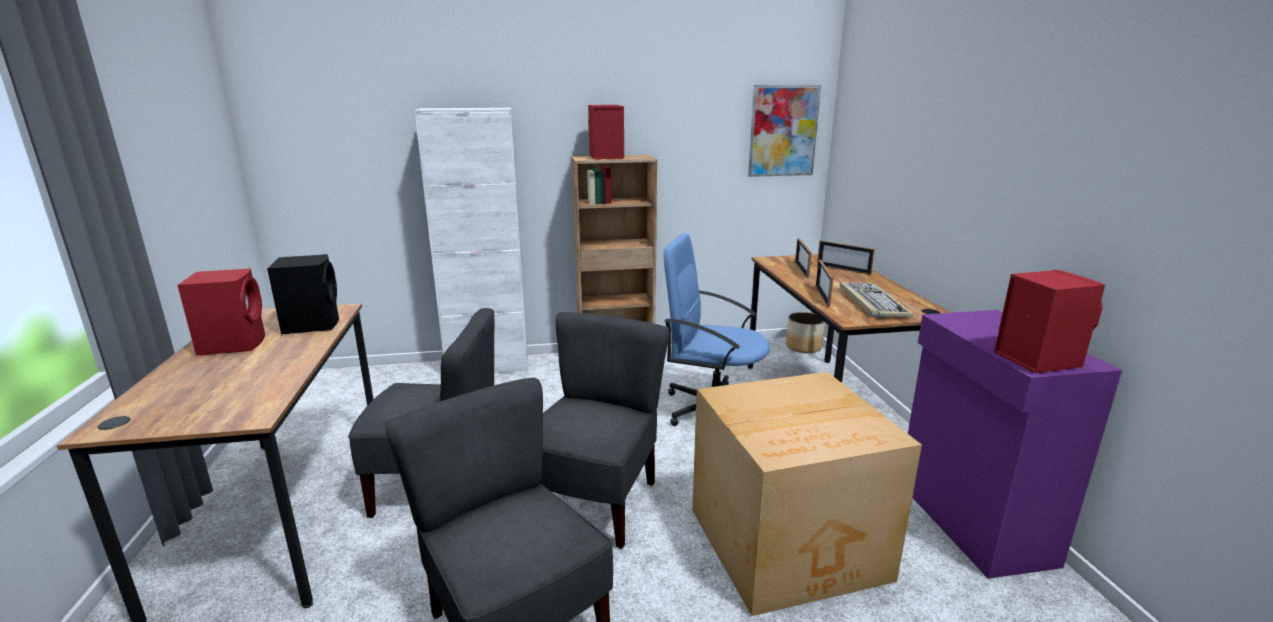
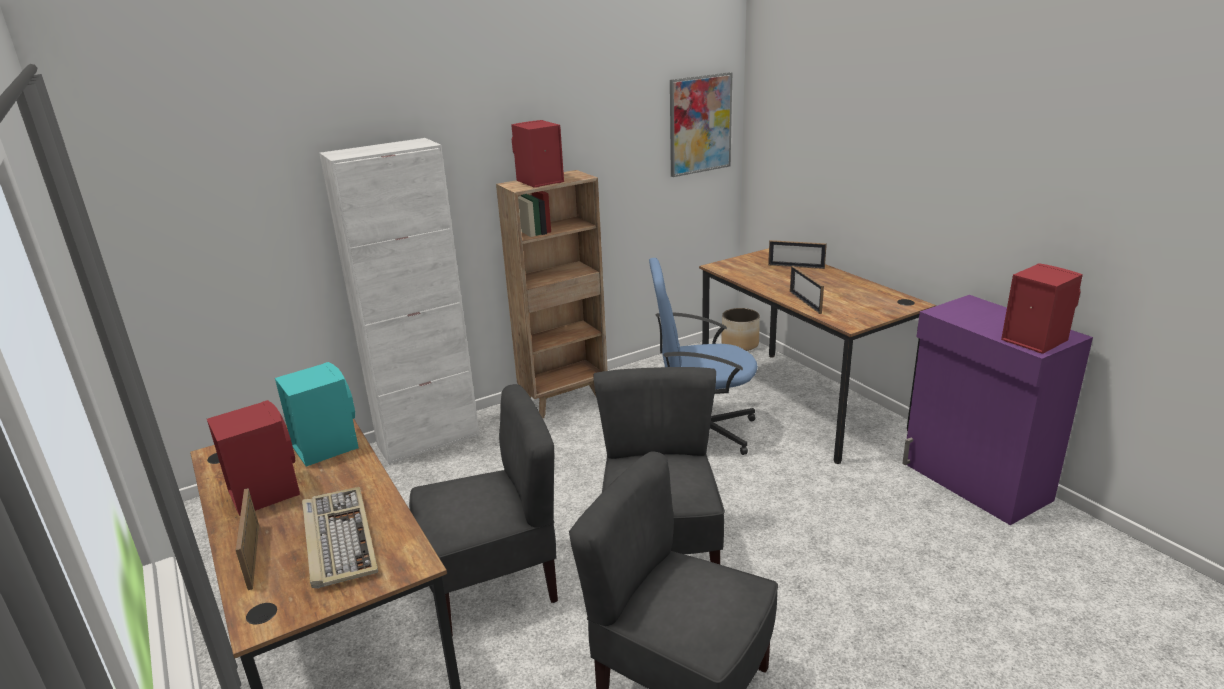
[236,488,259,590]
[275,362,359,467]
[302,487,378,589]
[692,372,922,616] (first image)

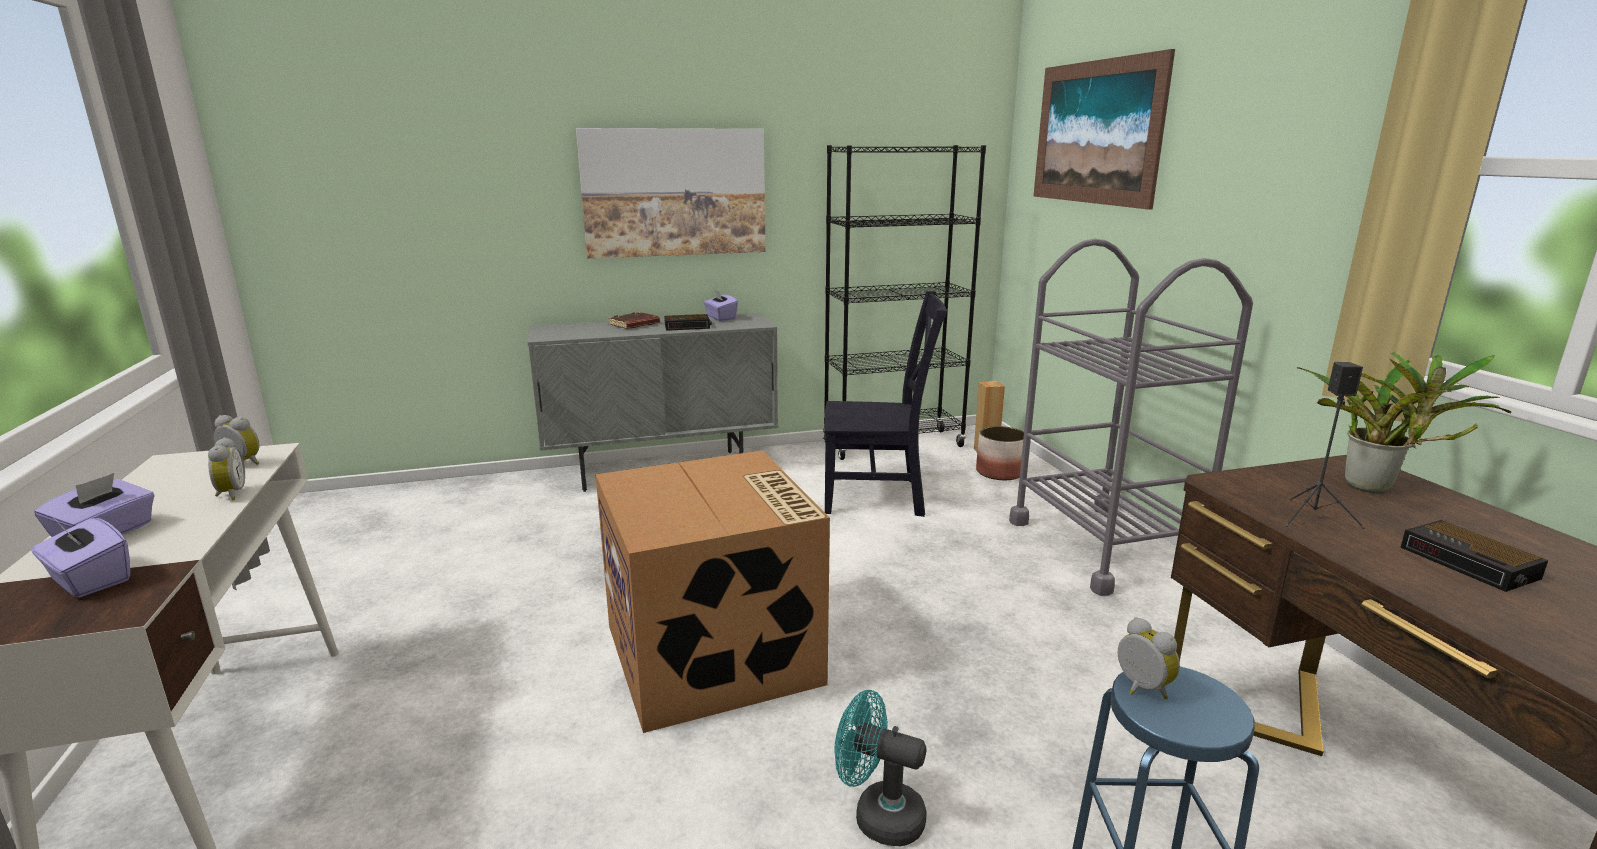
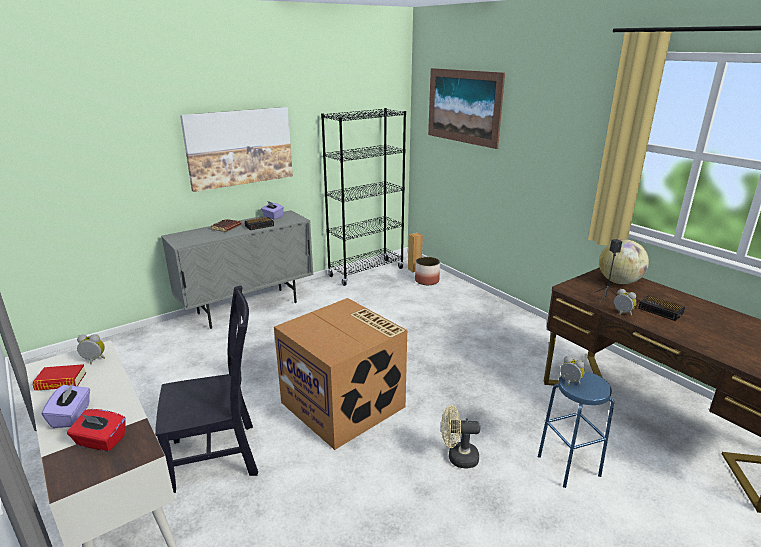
[1009,238,1253,596] (first image)
[155,286,258,493]
[599,239,649,284]
[614,289,636,316]
[67,409,126,451]
[441,405,480,468]
[32,364,86,391]

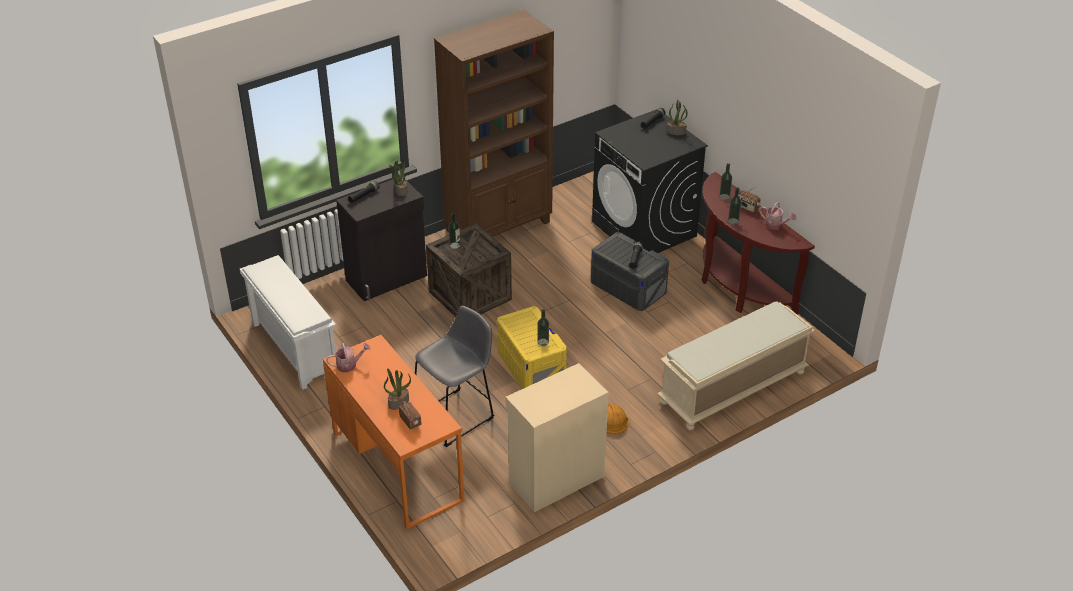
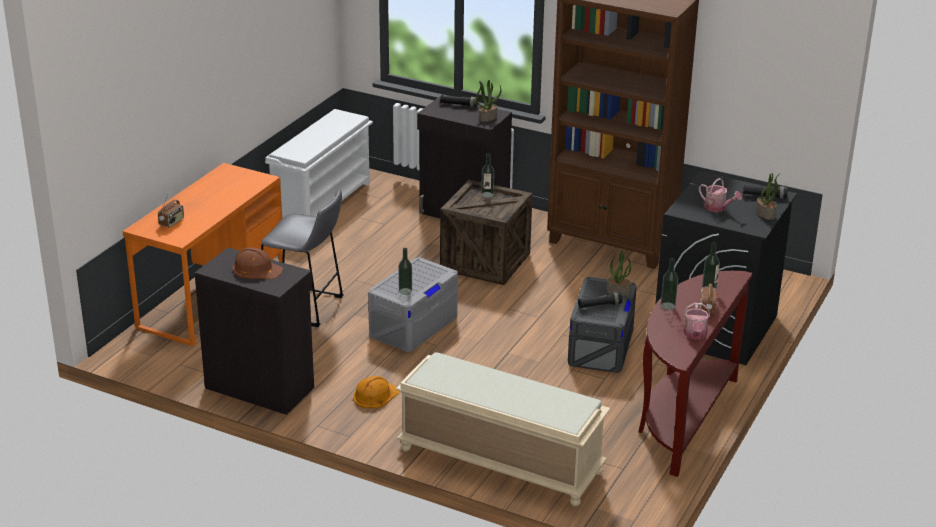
[368,257,458,352]
[699,178,742,212]
[195,248,314,415]
[606,250,631,296]
[233,247,283,279]

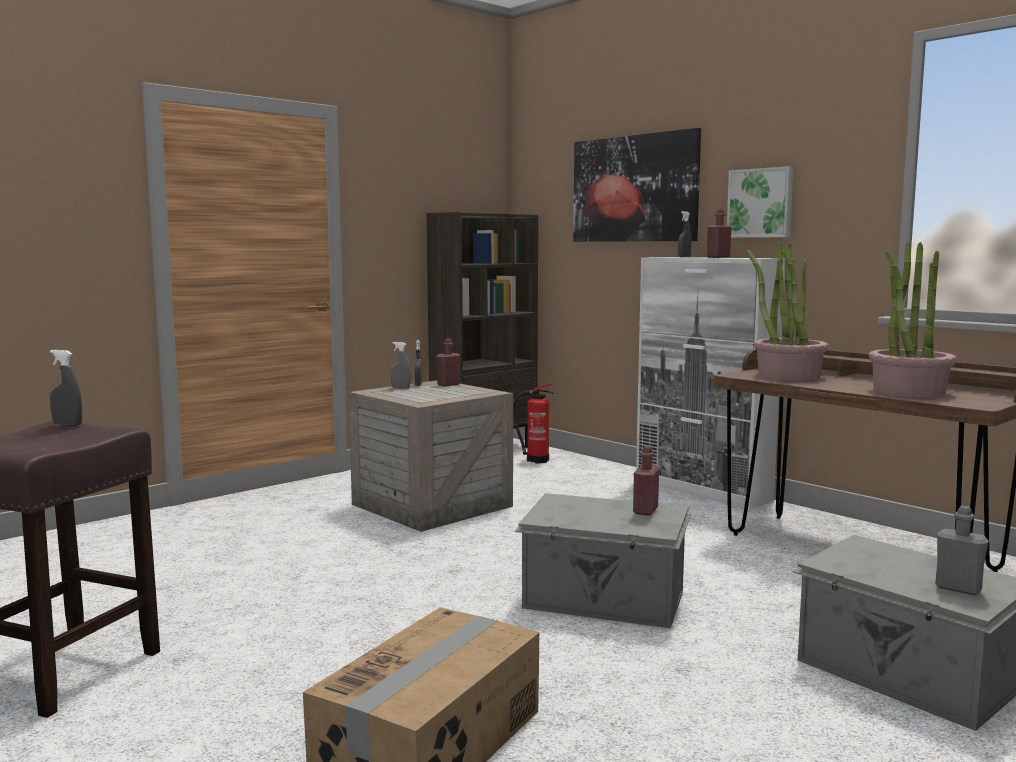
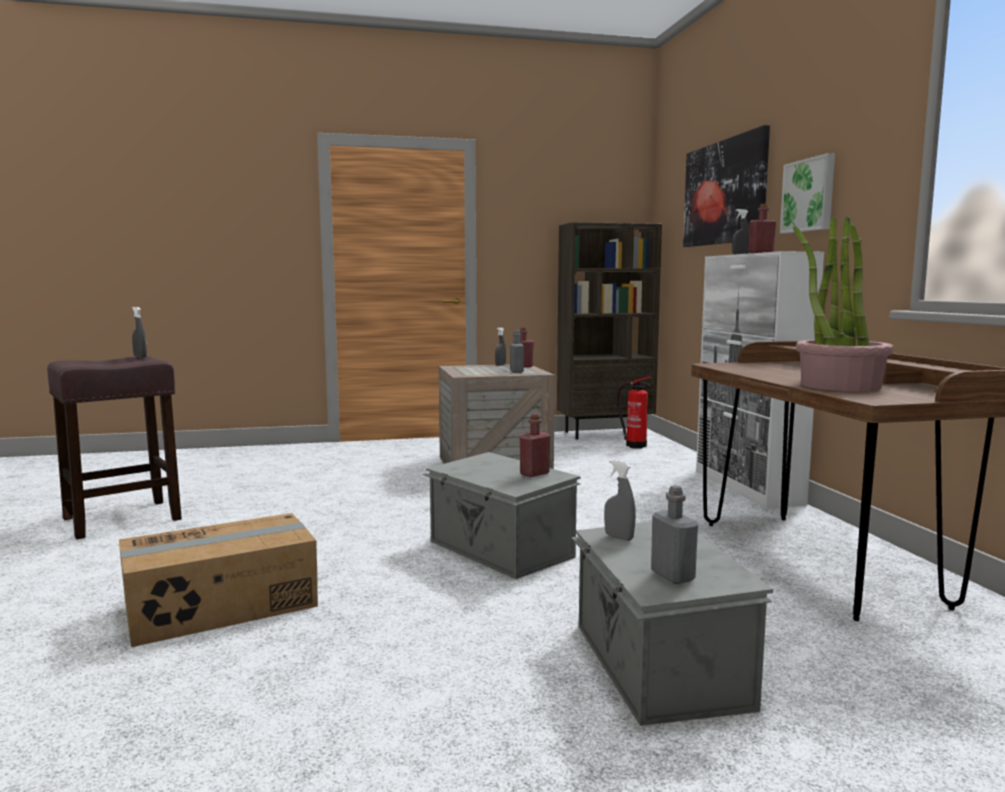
[746,242,828,381] (first image)
[604,460,636,541]
[510,330,524,373]

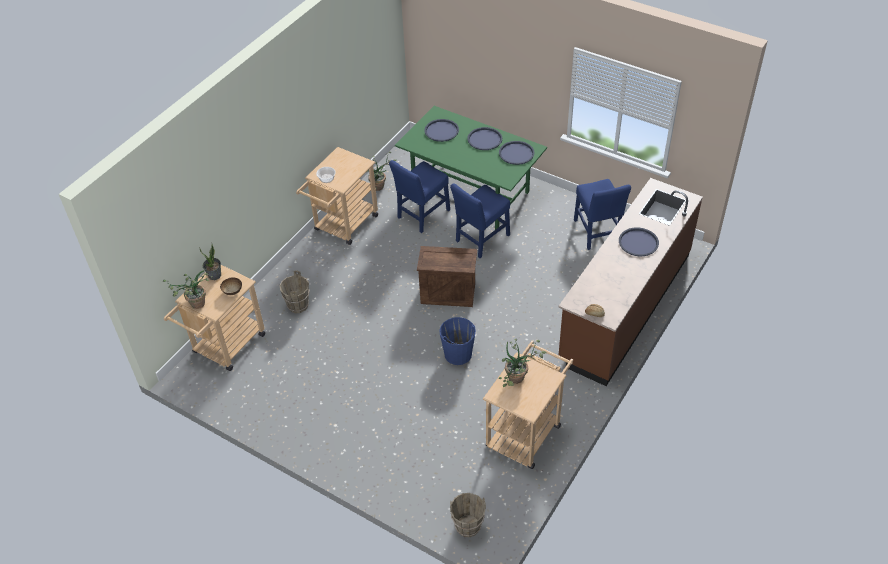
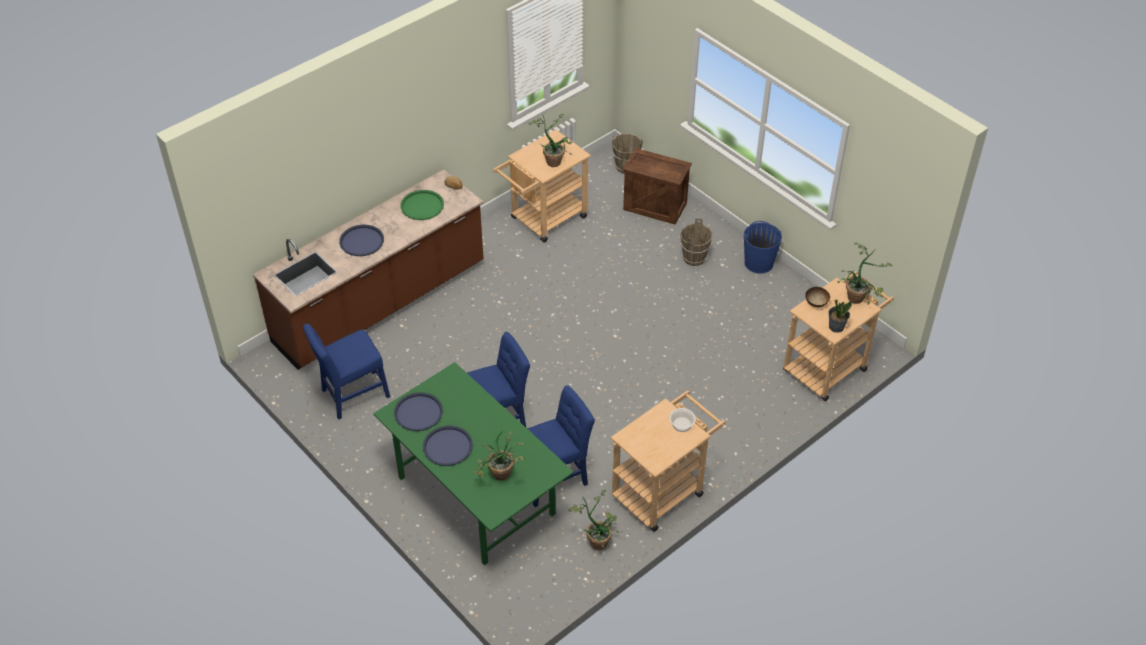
[473,430,525,481]
[303,324,390,420]
[622,148,692,225]
[680,218,712,266]
[744,221,782,274]
[400,190,444,220]

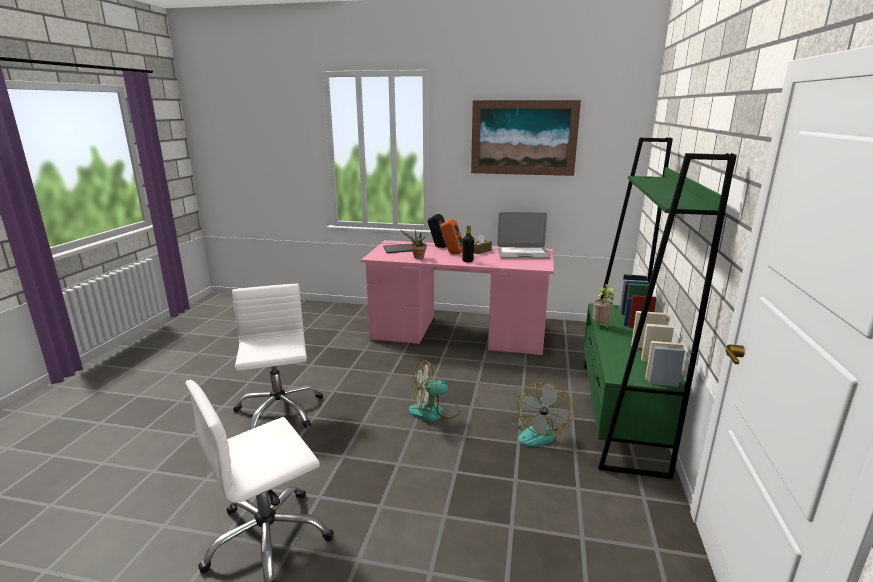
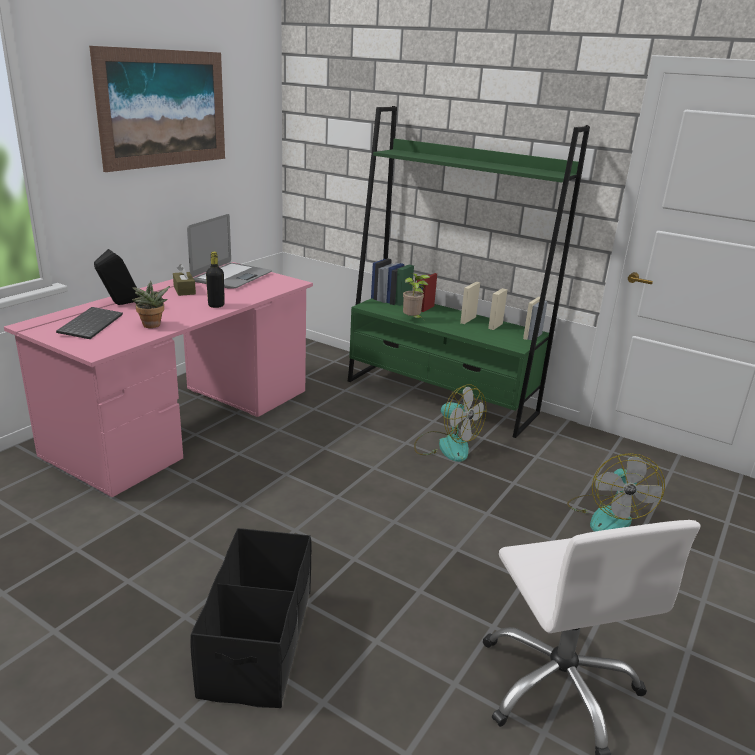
[440,219,462,254] (first image)
[190,528,312,708]
[567,453,665,532]

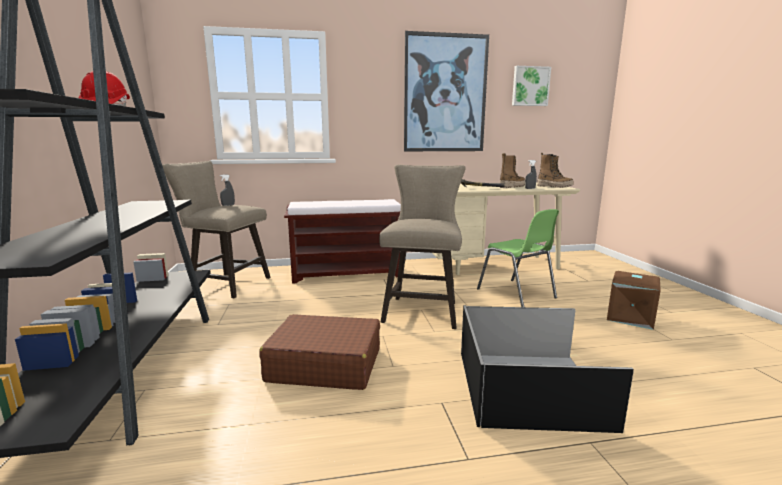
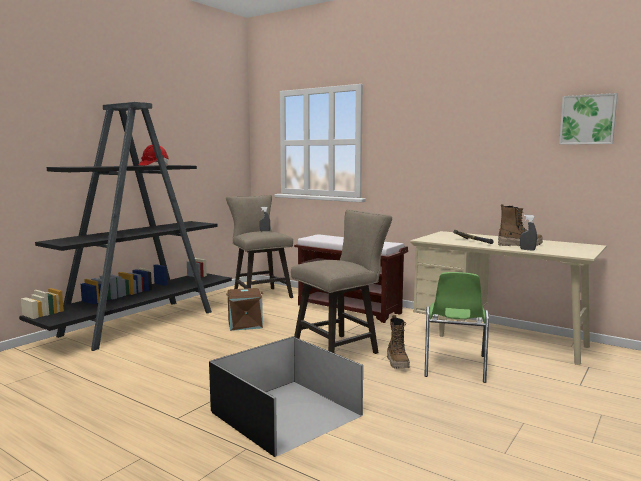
[404,31,489,151] (first image)
[387,315,410,369]
[226,288,263,331]
[259,314,380,390] (first image)

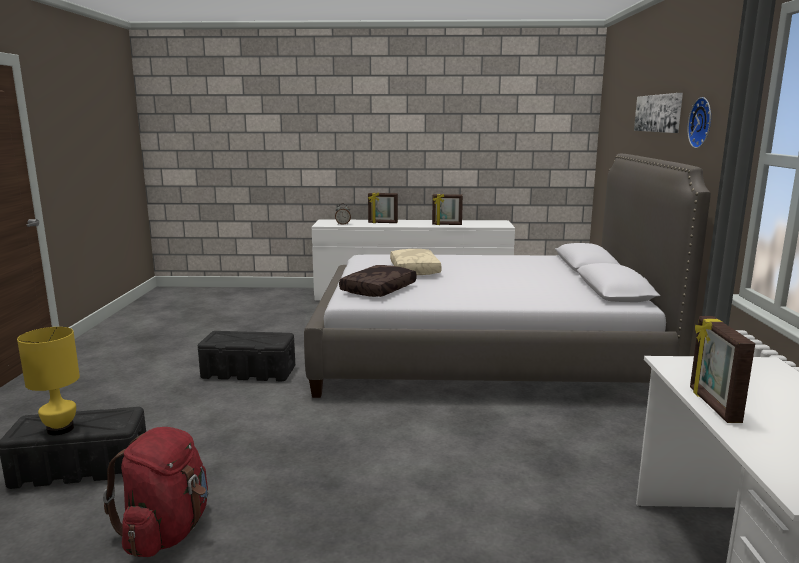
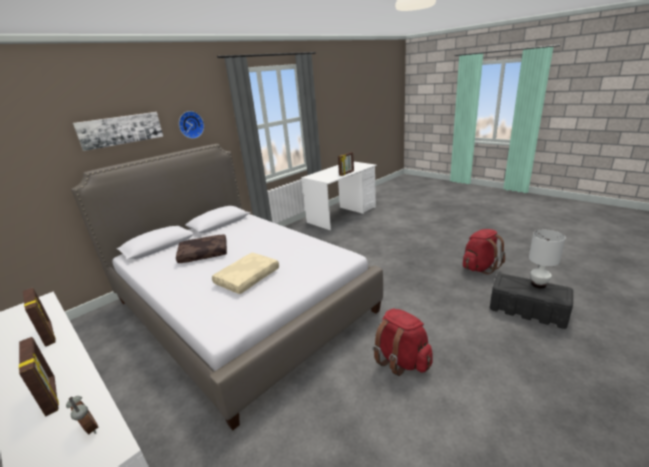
[176,234,227,263]
[529,230,566,289]
[373,308,433,376]

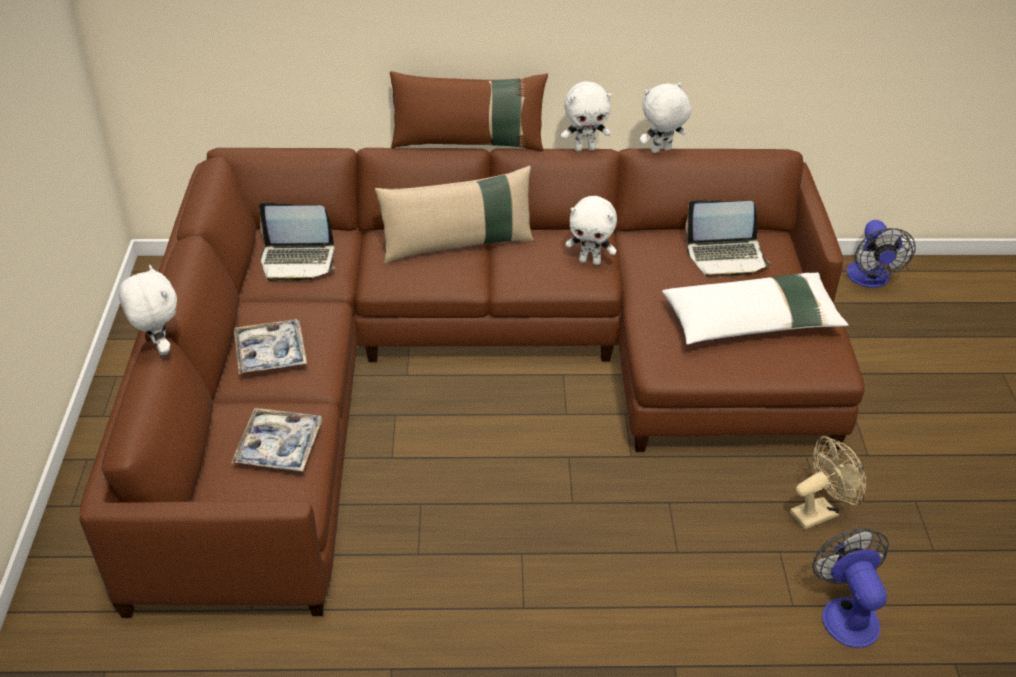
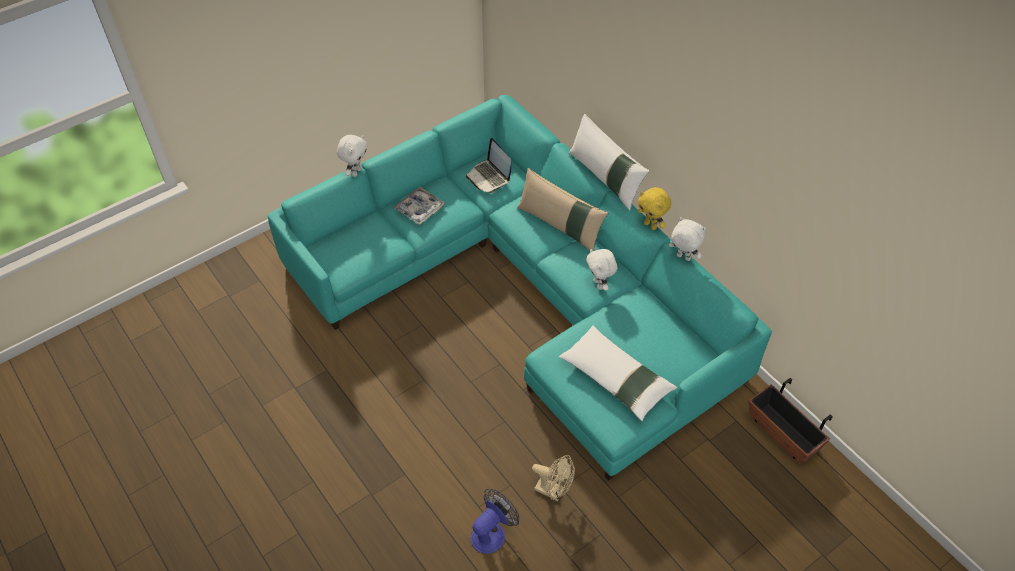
[569,114,650,211]
[638,187,671,230]
[267,95,772,481]
[685,200,770,278] (first image)
[749,378,833,465]
[231,408,322,472] (first image)

